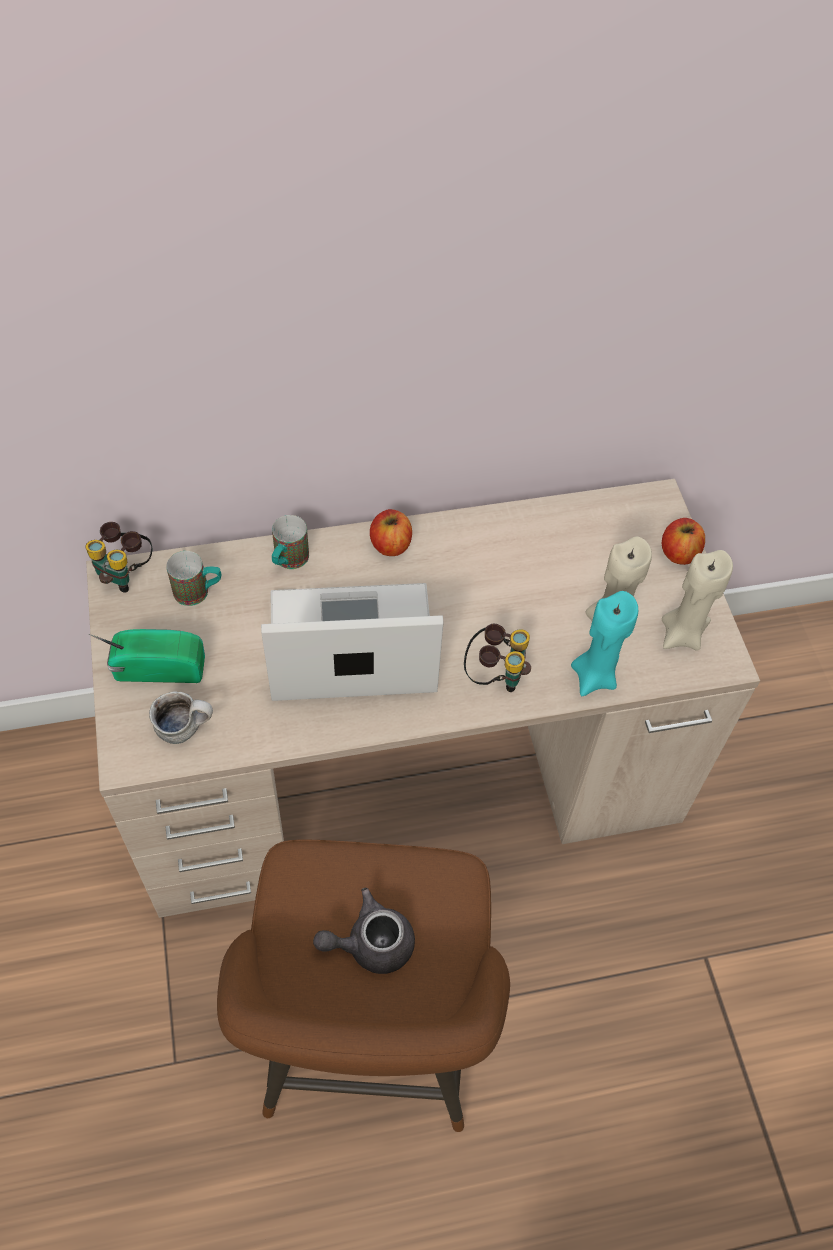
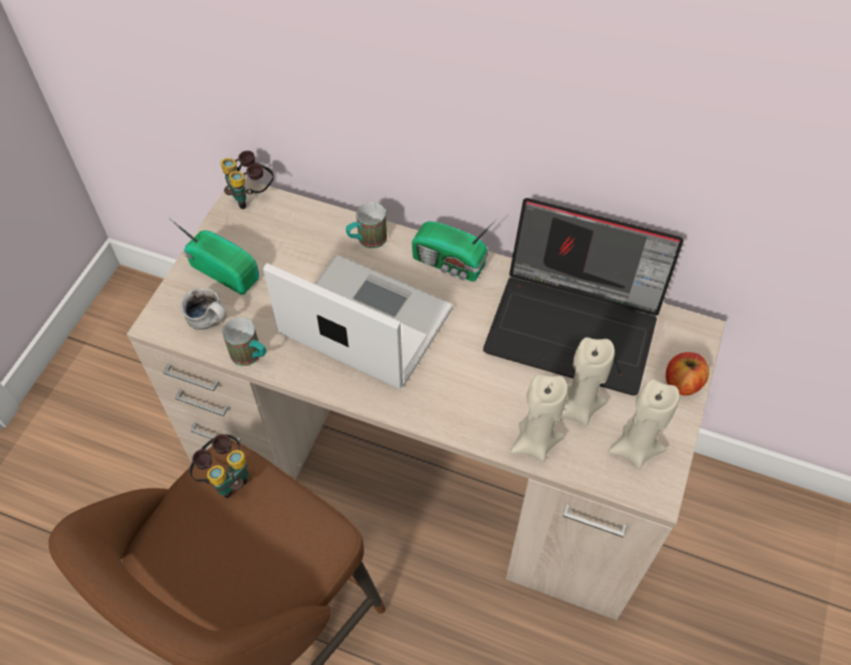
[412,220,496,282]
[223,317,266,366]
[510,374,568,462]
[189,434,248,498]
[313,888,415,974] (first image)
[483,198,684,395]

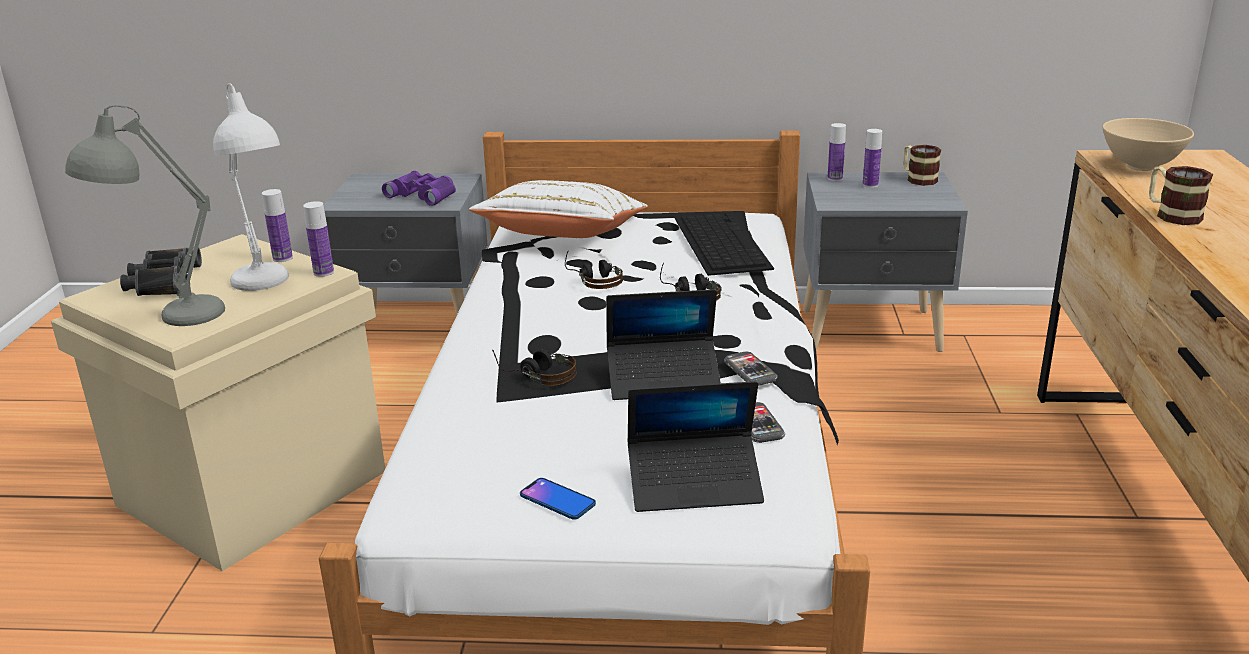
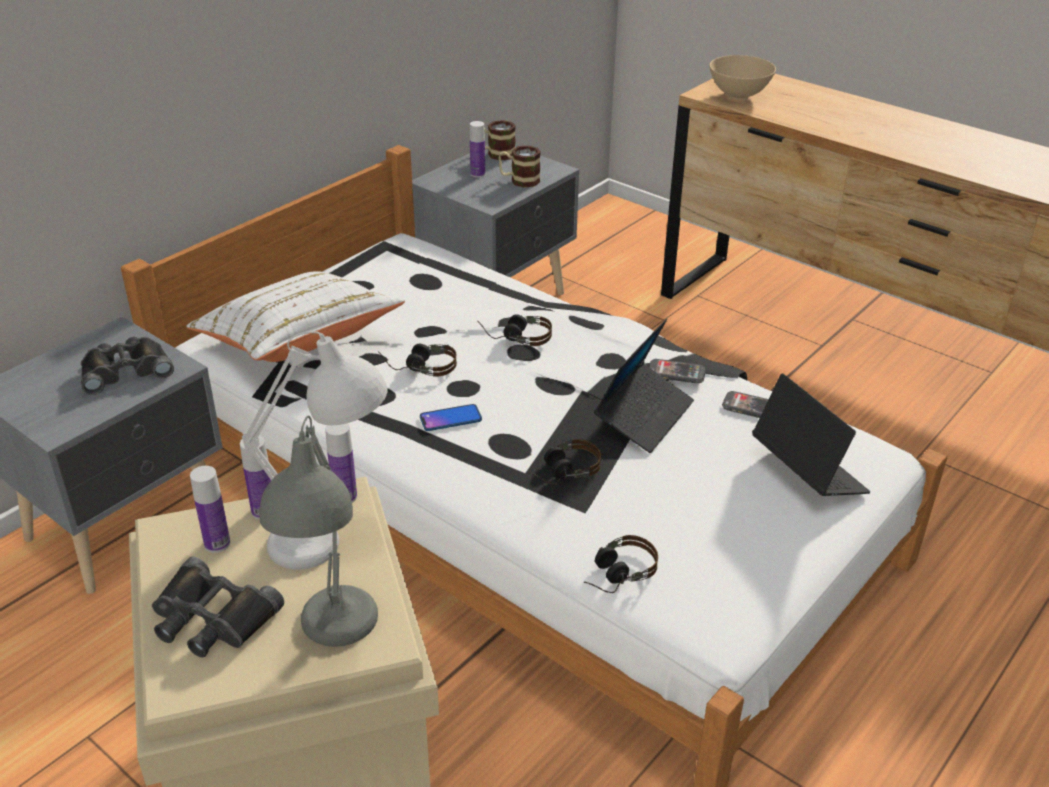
[190,466,230,553]
[499,145,541,188]
[81,337,174,395]
[675,212,774,276] (first image)
[752,374,870,496]
[420,404,482,431]
[584,535,658,593]

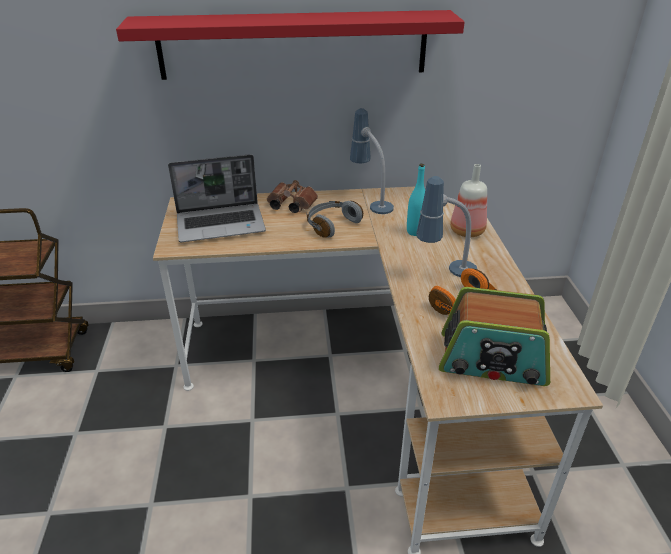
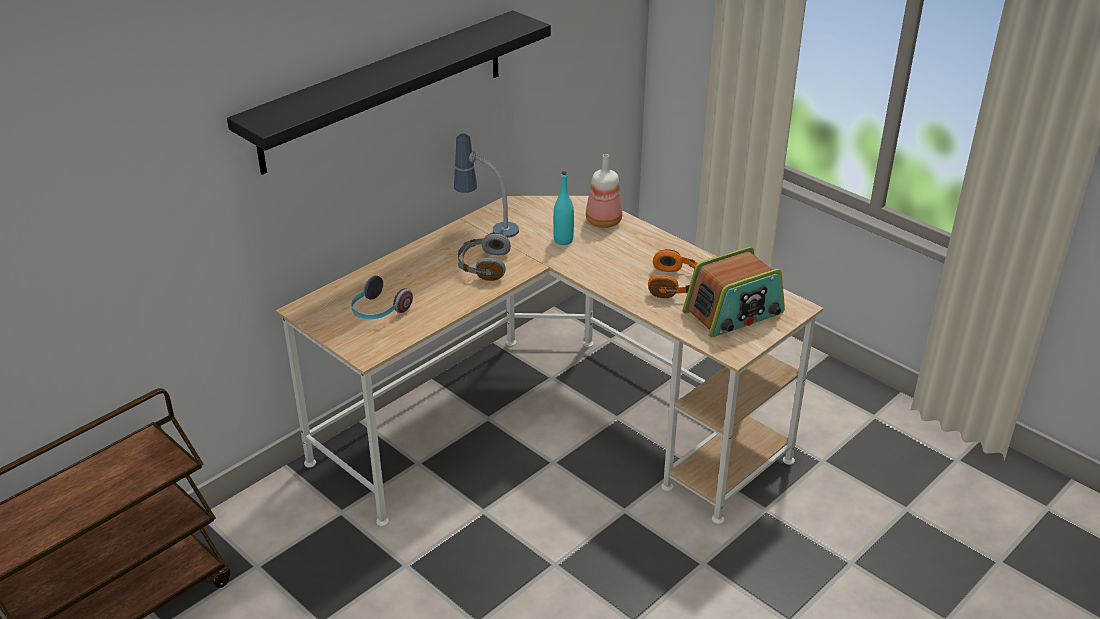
[227,10,551,175]
[351,275,413,319]
[416,176,478,277] (first image)
[267,180,318,213] (first image)

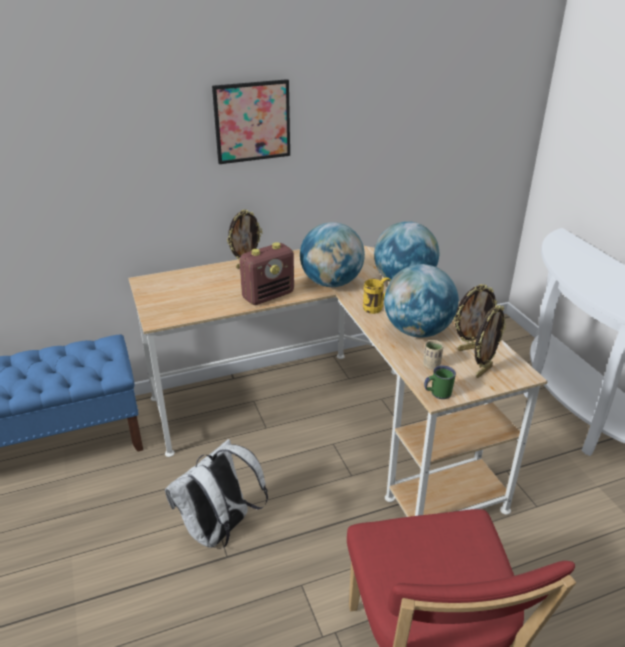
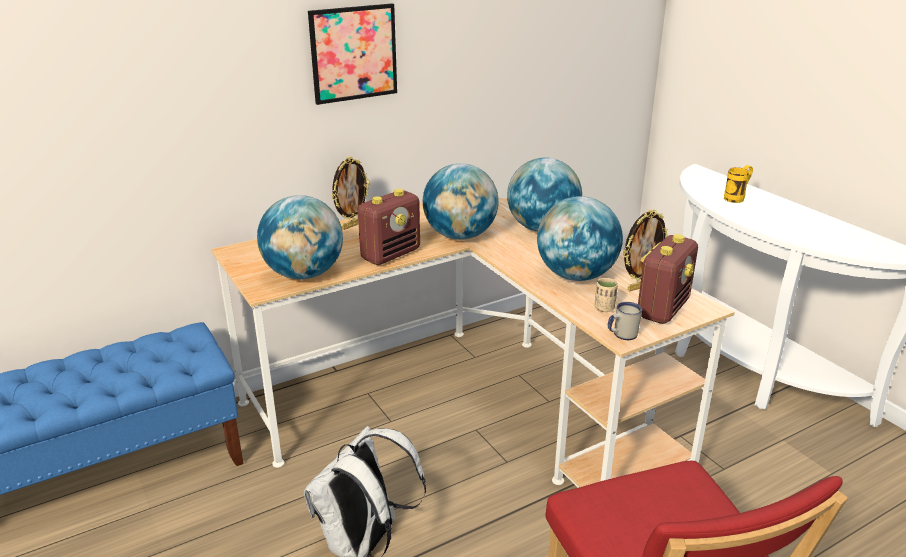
[724,165,753,203]
[638,234,698,324]
[608,302,642,340]
[257,195,343,280]

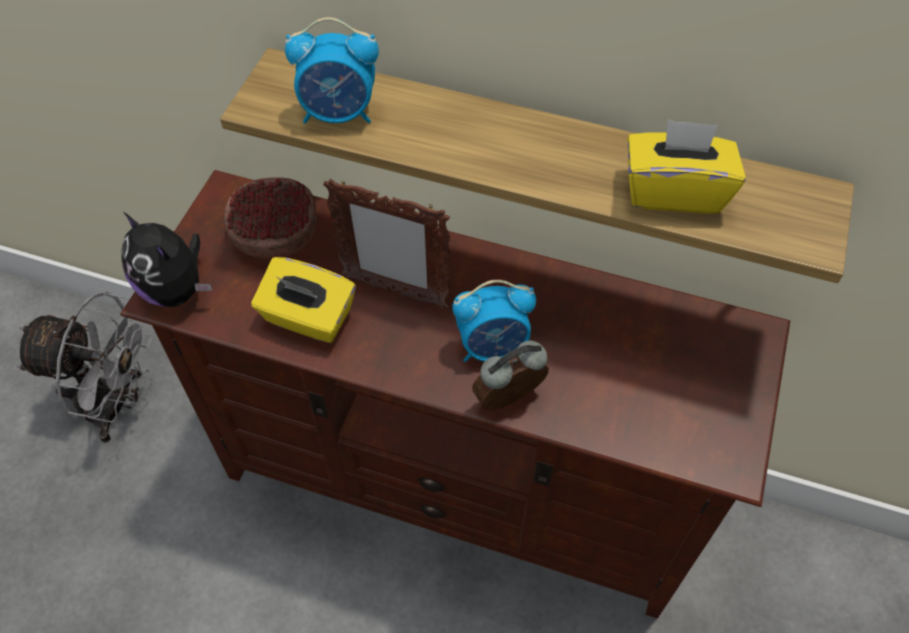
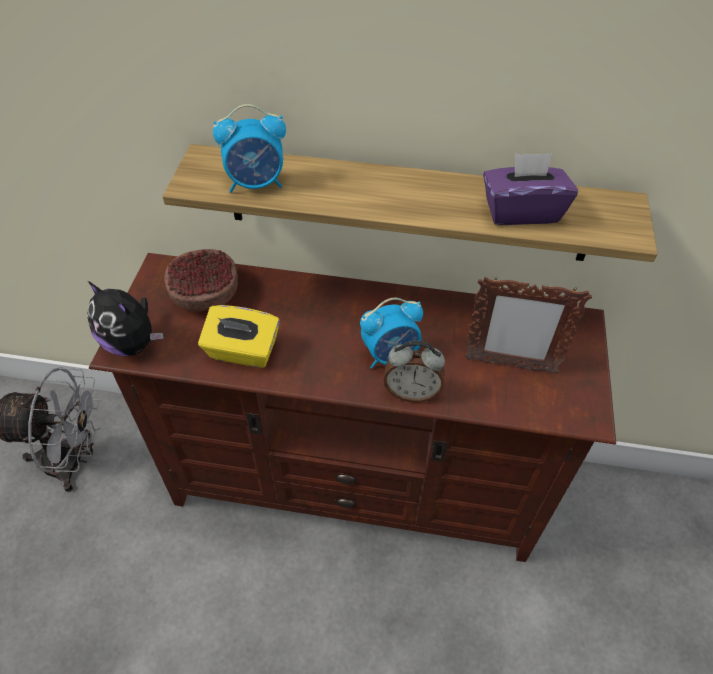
[483,153,578,225]
[464,277,592,374]
[384,341,445,402]

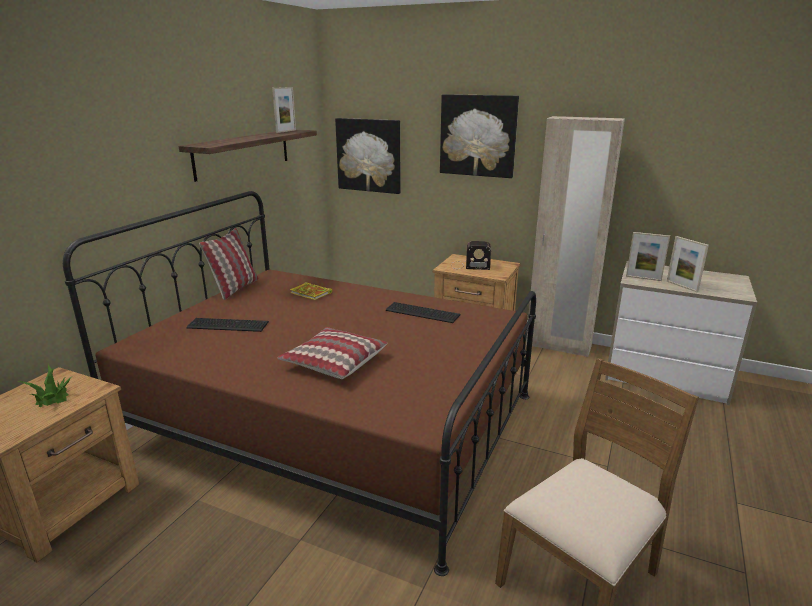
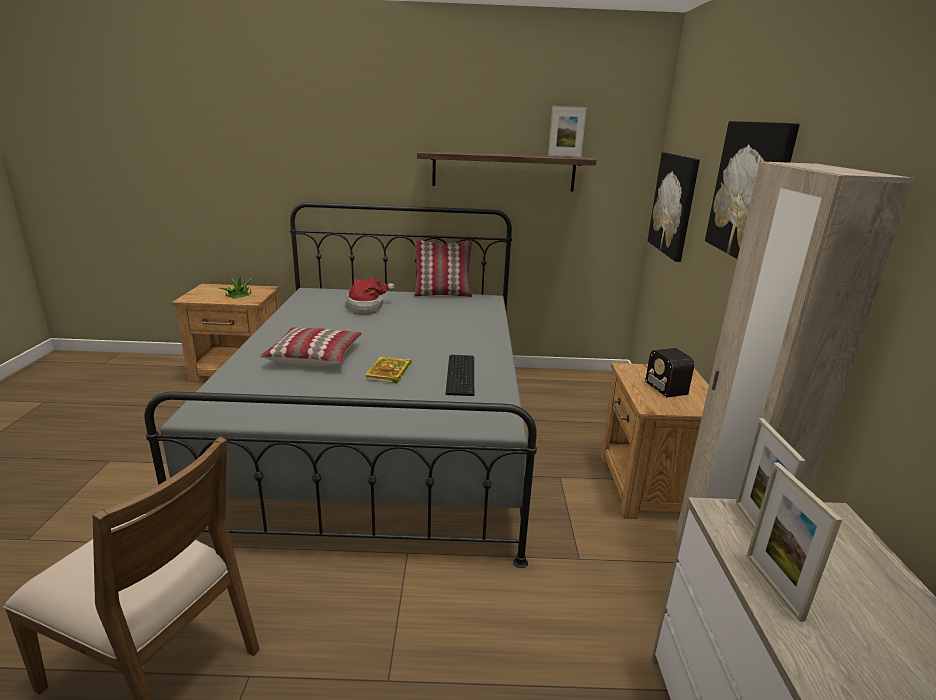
[144,202,537,568]
[747,463,842,622]
[365,357,412,384]
[345,278,395,315]

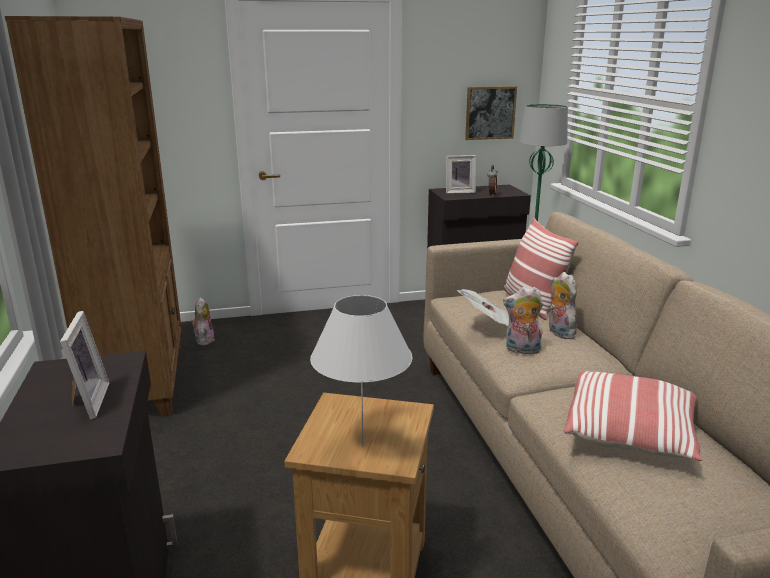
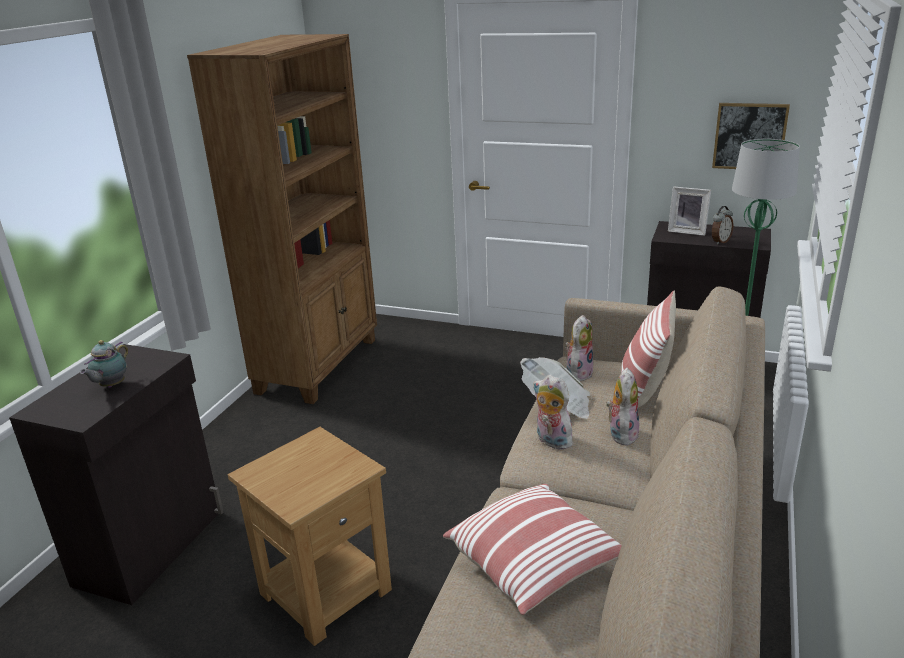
[310,295,413,447] (first image)
[565,315,594,381]
[80,340,128,388]

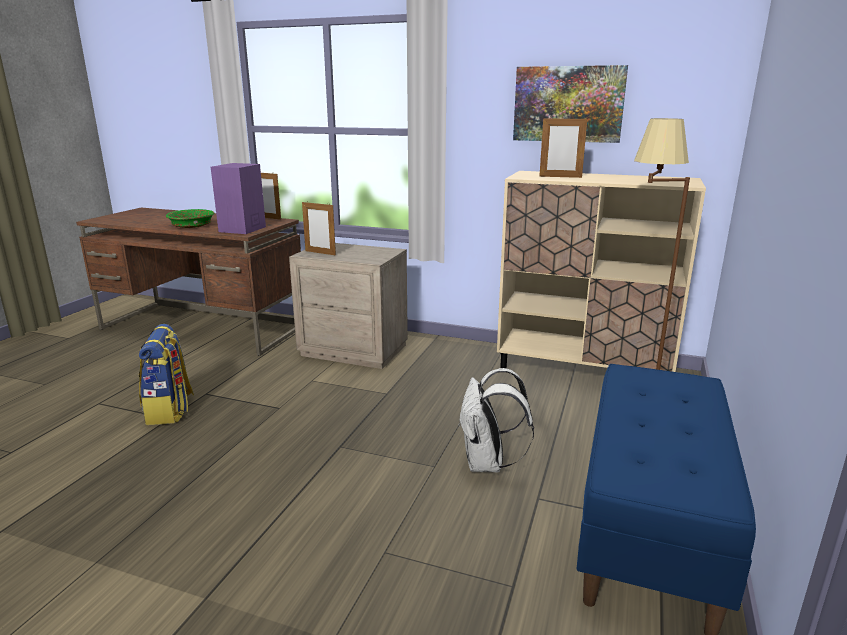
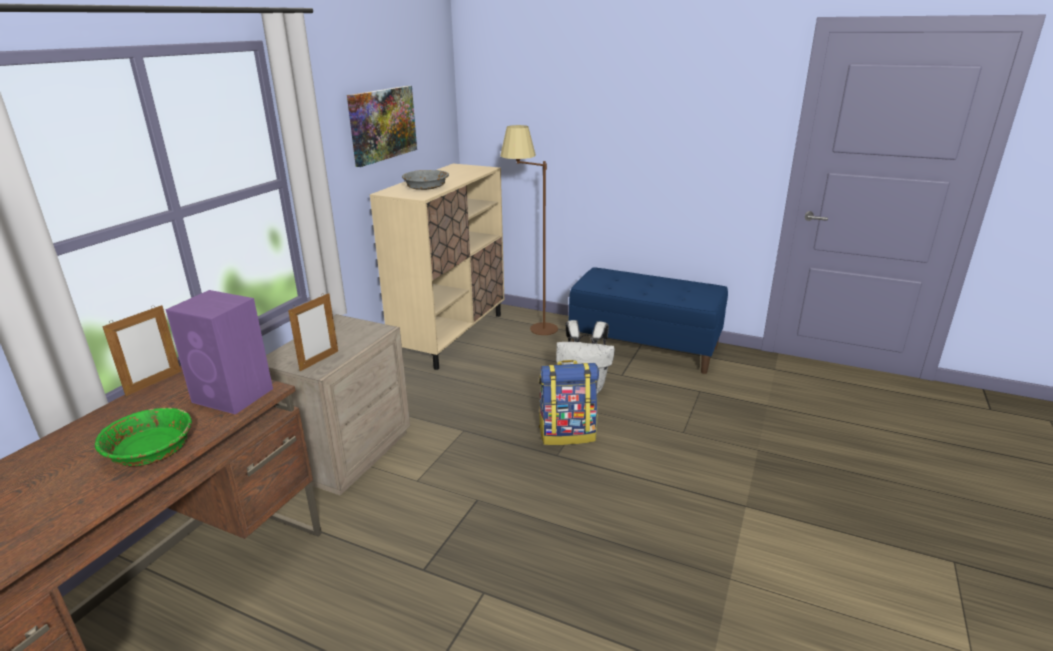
[402,170,449,190]
[539,360,599,445]

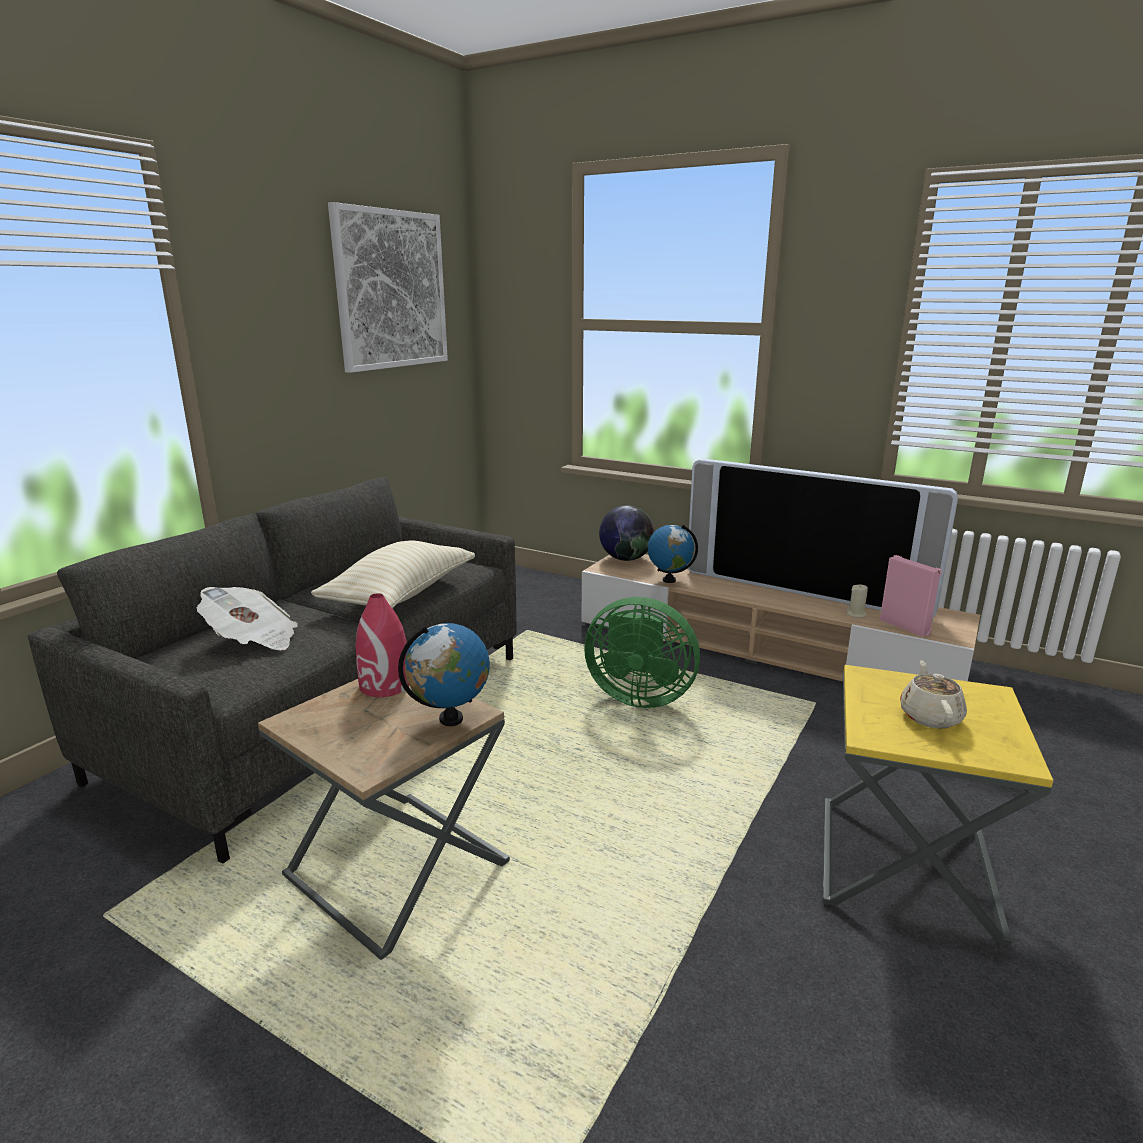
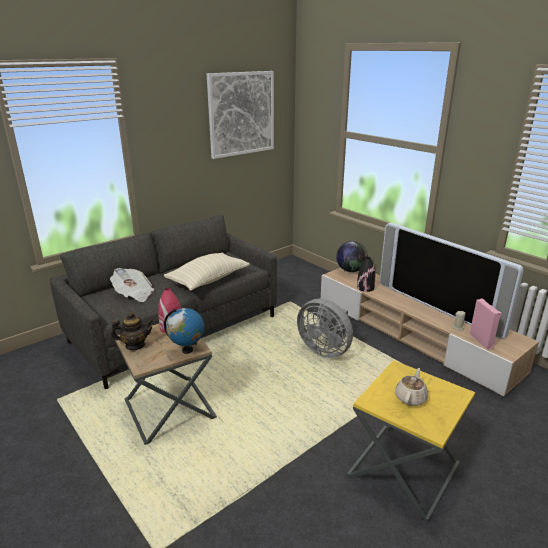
[357,257,375,292]
[297,299,353,358]
[111,312,154,350]

